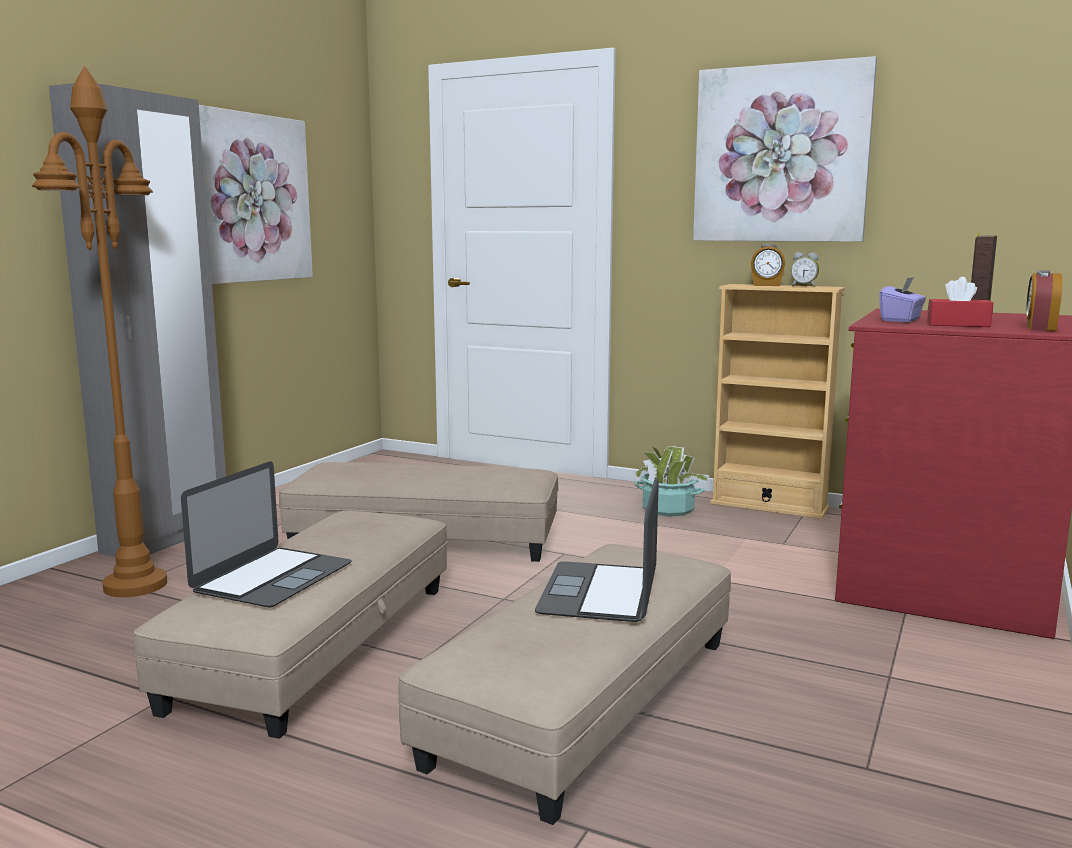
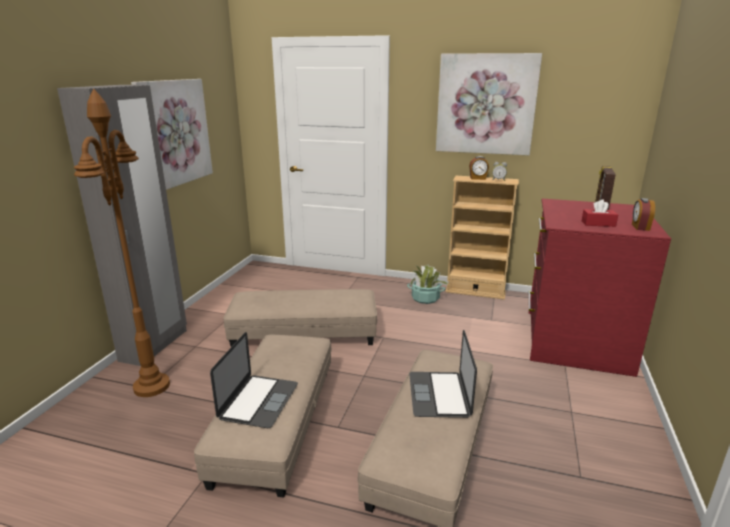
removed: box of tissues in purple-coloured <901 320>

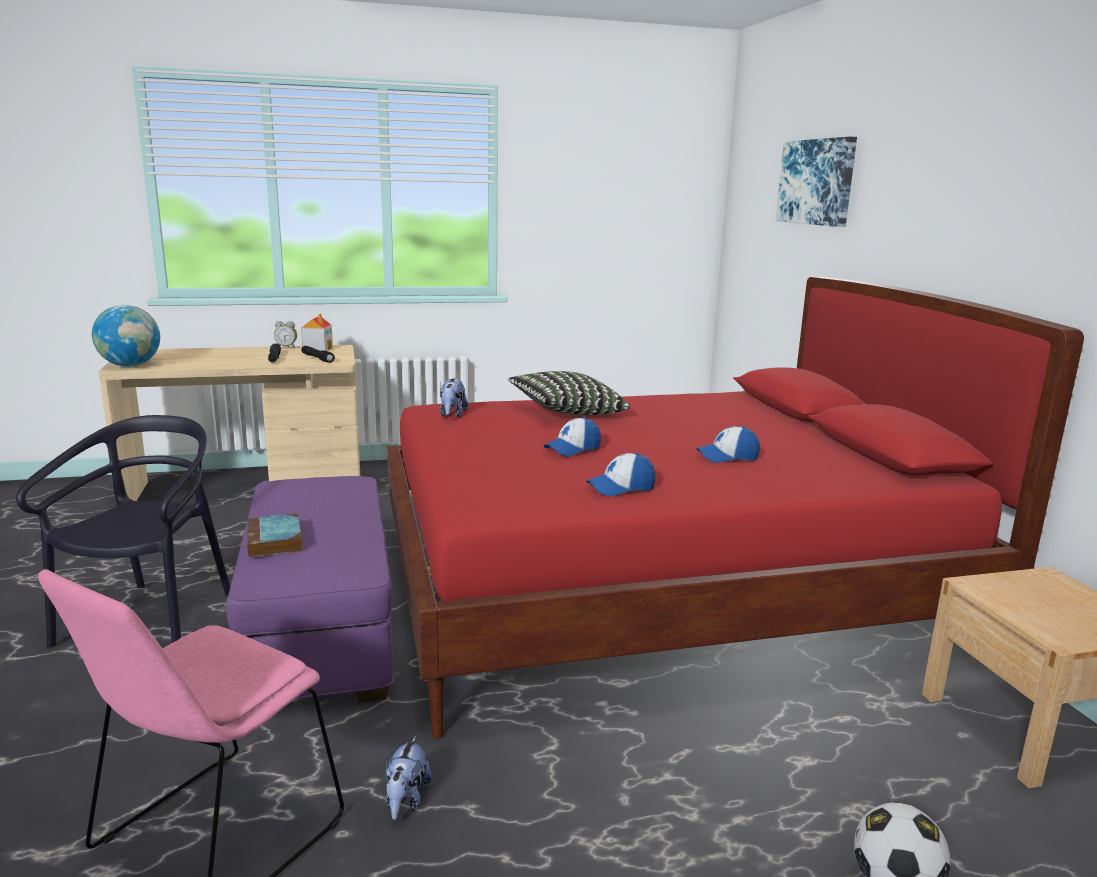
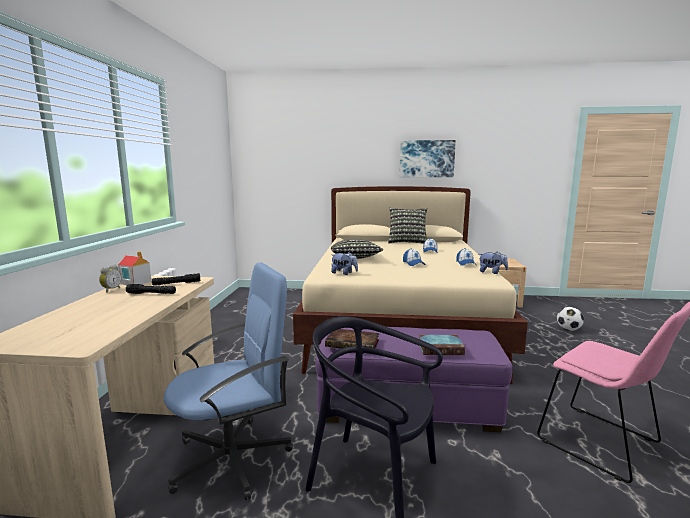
removed: world globe <130 366>
added: computer chair in blue-coloured <233 458>; volume <354 343>; cushion <407 242>
moved: wall art <817 182> to <426 159>; plush toy <406 800> to <492 272>
recoloured: bedroom bed in red <661 595> to bedroom bed in beige <400 324>

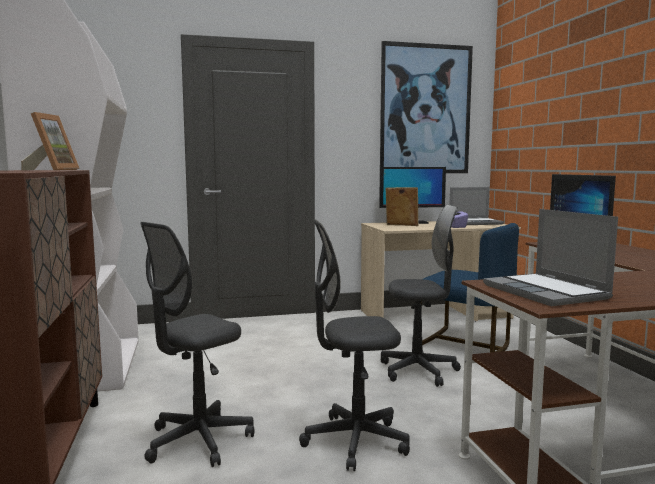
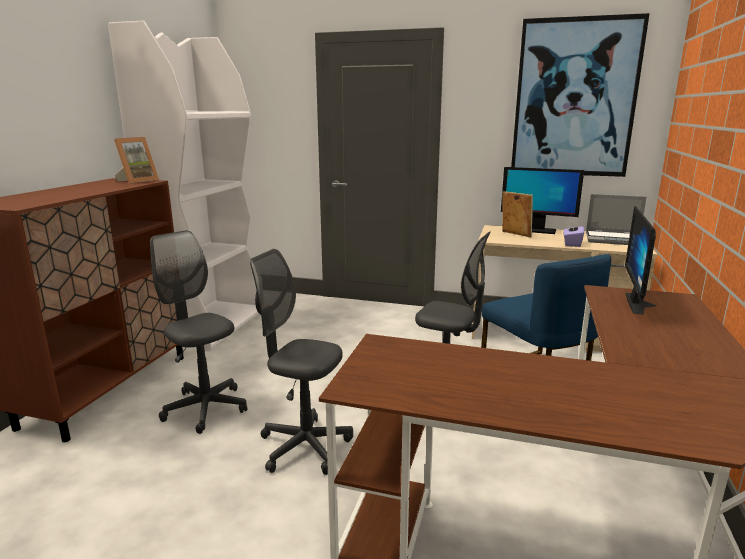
removed: laptop <547 292>
turned: computer chair in gray <198 441> = <205 408> 60 degrees clockwise

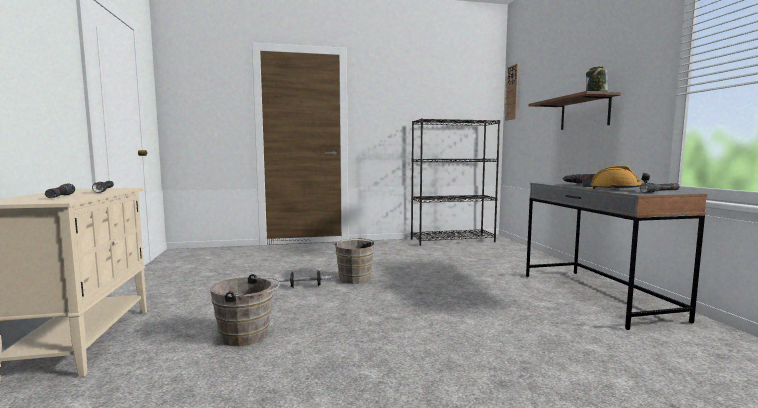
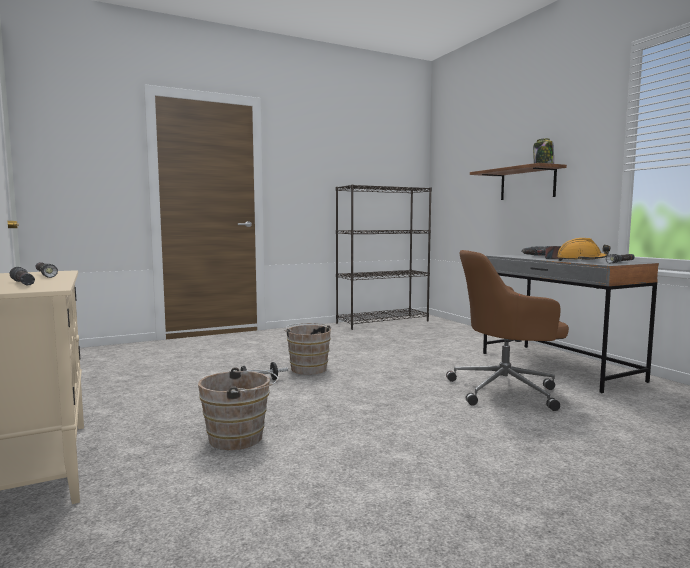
removed: hanging clock <512 92>
added: computer chair in brown <506 390>

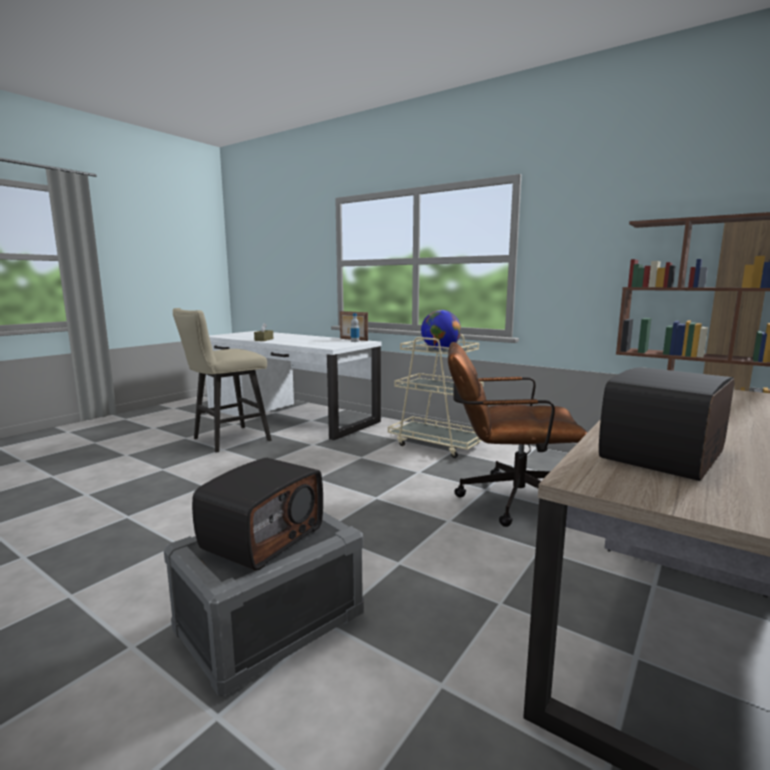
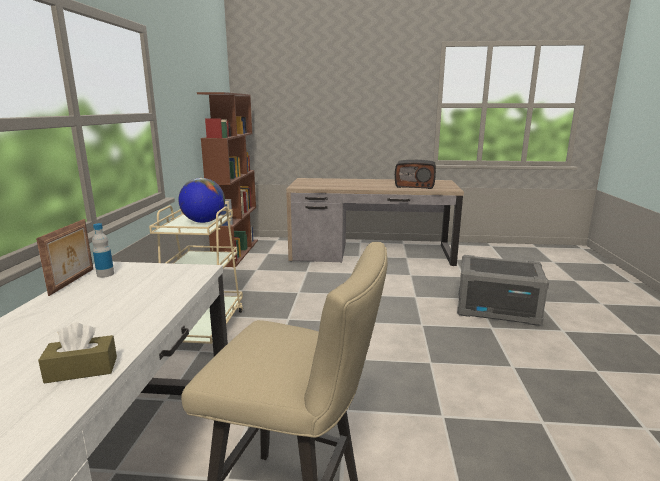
removed: radio receiver <262 537>; computer chair in brown <505 499>

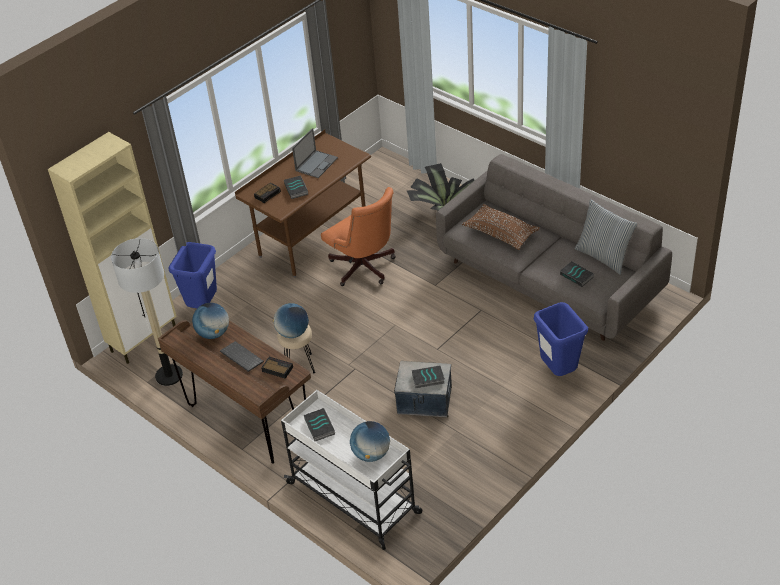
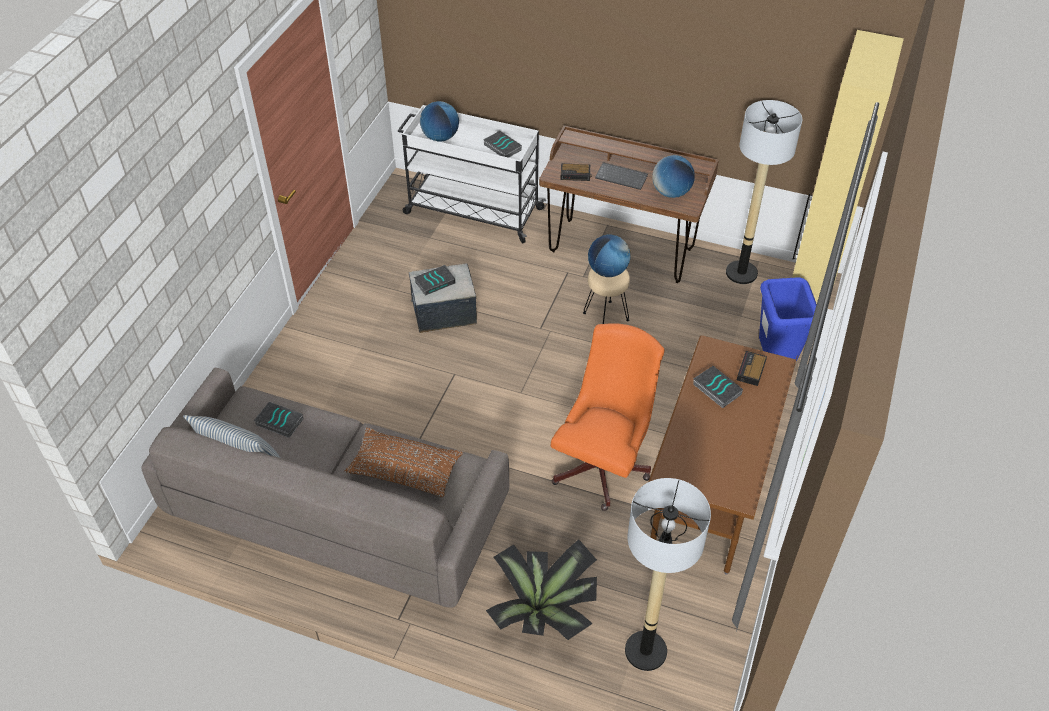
removed: laptop <316 164>; trash can in blue-coloured <558 371>
added: standing lamp <646 651>
turned: computer chair in orangey <364 269> = <604 464> 90 degrees clockwise

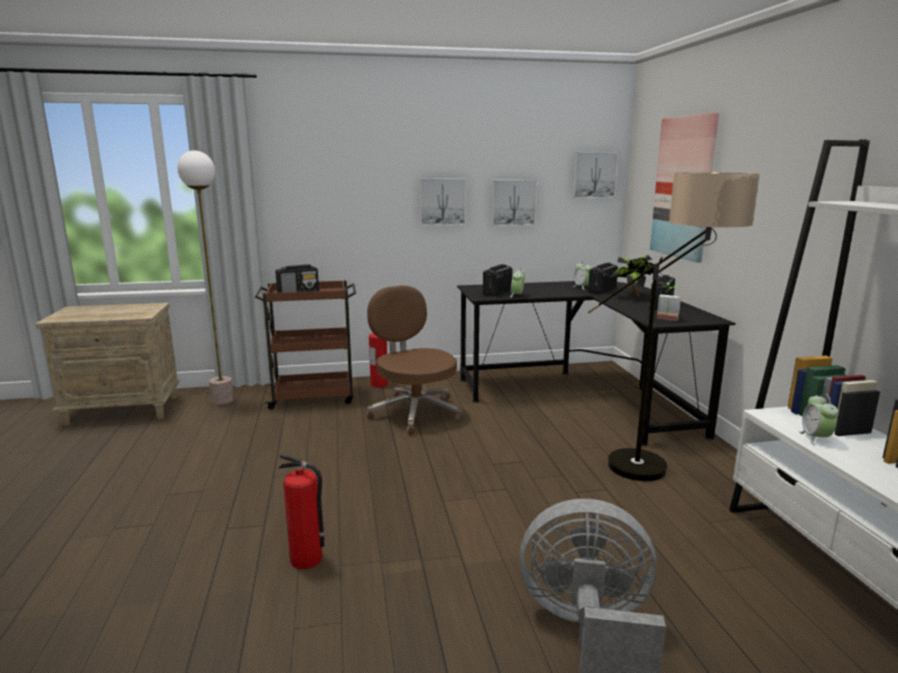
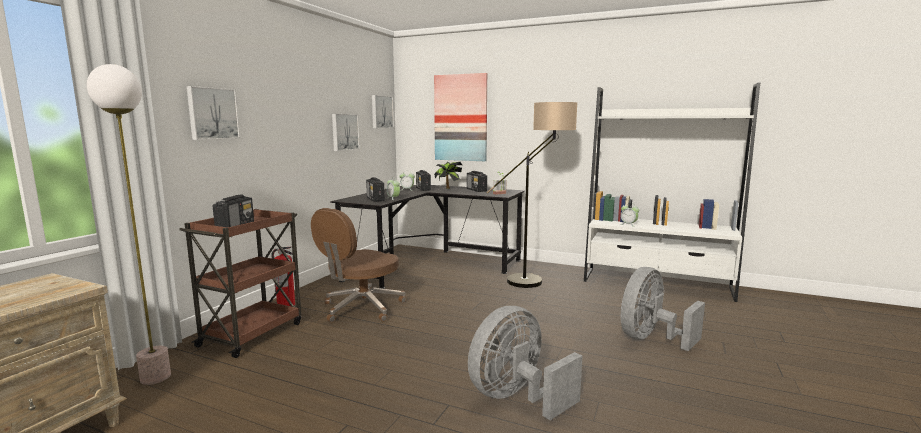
moved: wall art <442 201> to <212 113>
replaced: fire extinguisher <307 559> to fan in gray <516 397>
turned: computer chair in brown <414 412> = <361 308> 60 degrees counterclockwise

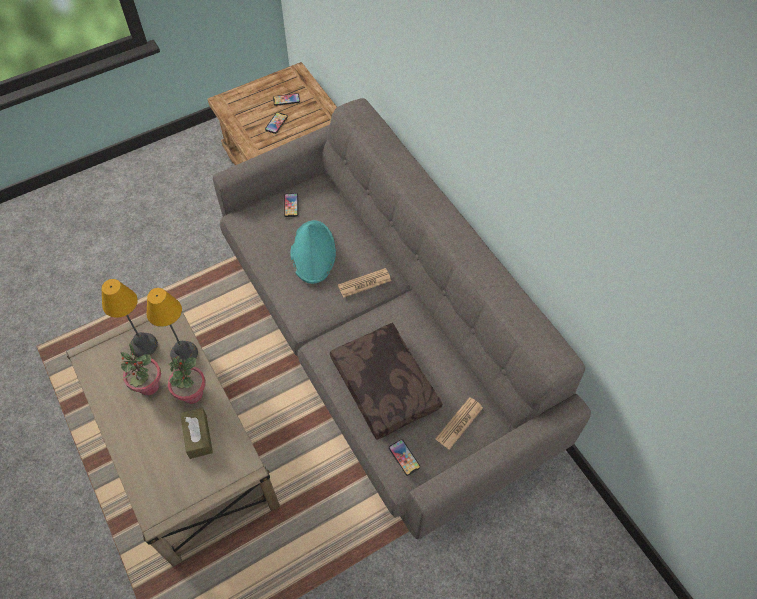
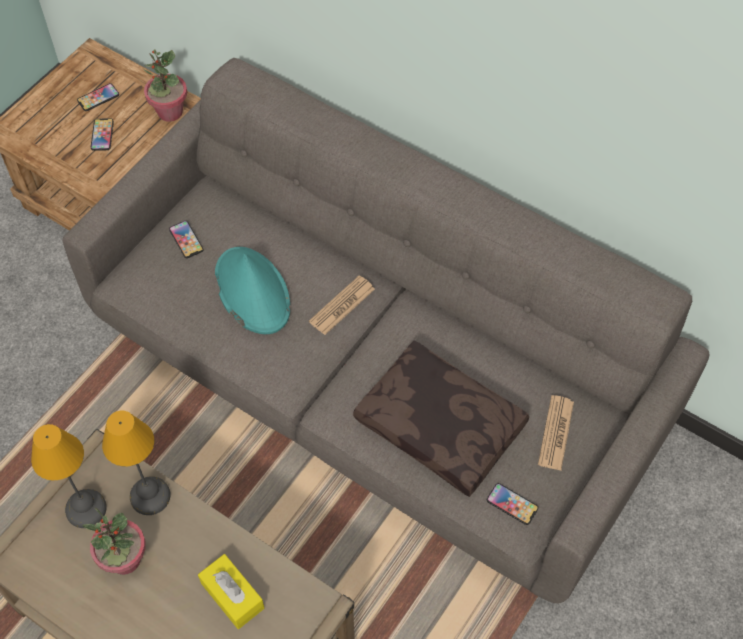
moved: plant in a pot <192 394> to <169 112>
recoloured: box of tissues in brown <198 436> to box of tissues in yellow-coloured <232 595>

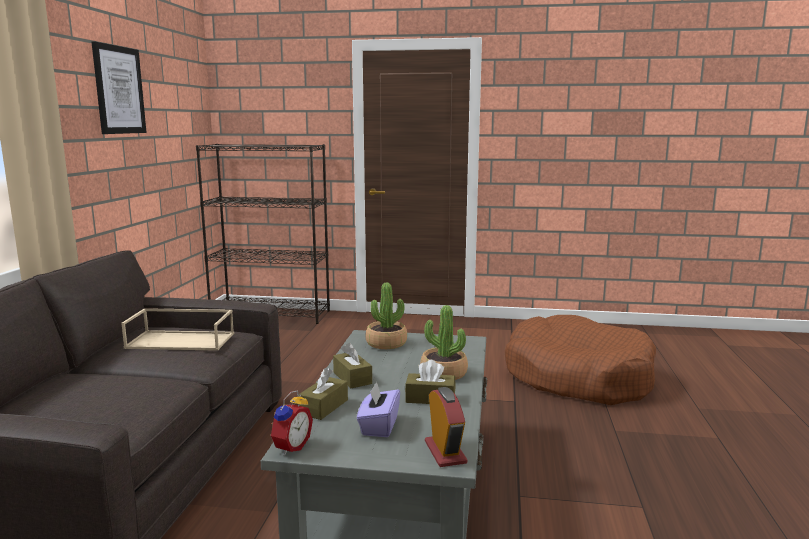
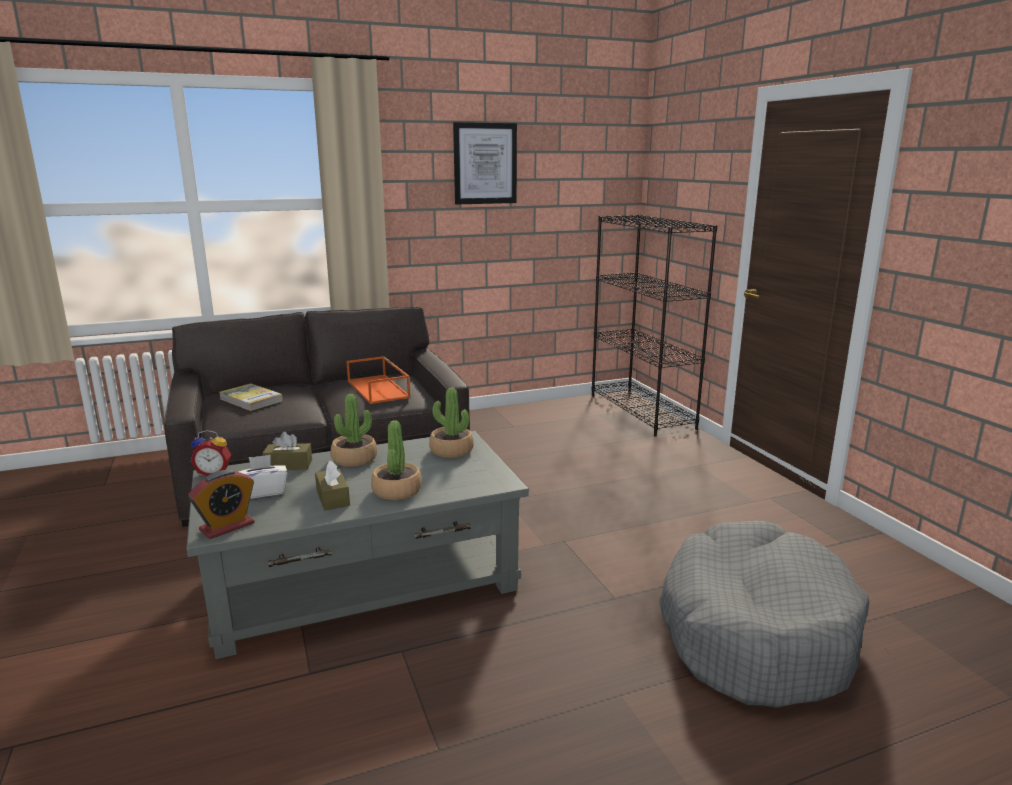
added: volume <251 400>
replaced: box of tissues in brown <352 378> to plant in a pot <354 459>
recoloured: box of tissues in purple-coloured <379 426> to box of tissues in whitish <263 492>; serving tray in beige <182 340> to serving tray in orangey <379 389>; dog bed in brown <577 377> to dog bed in gray <754 632>

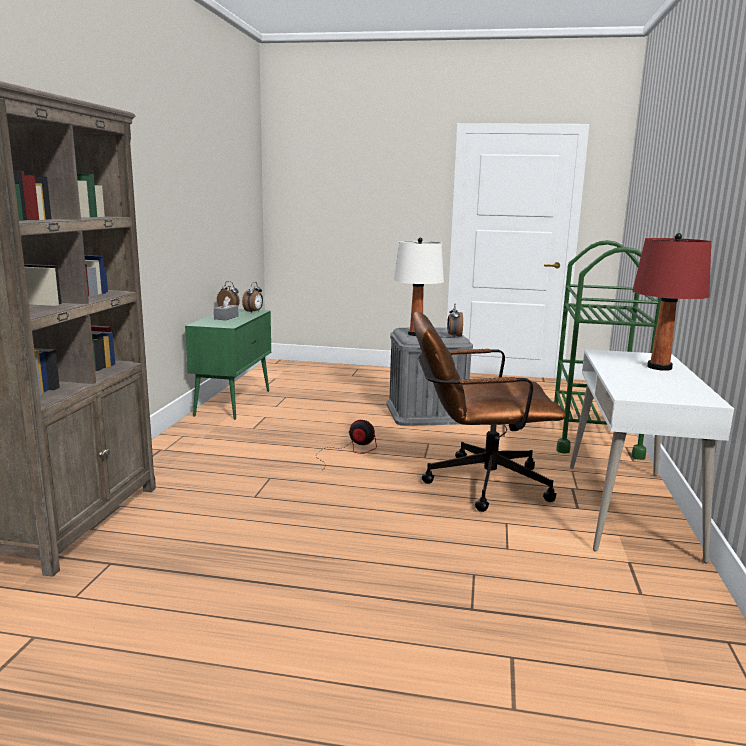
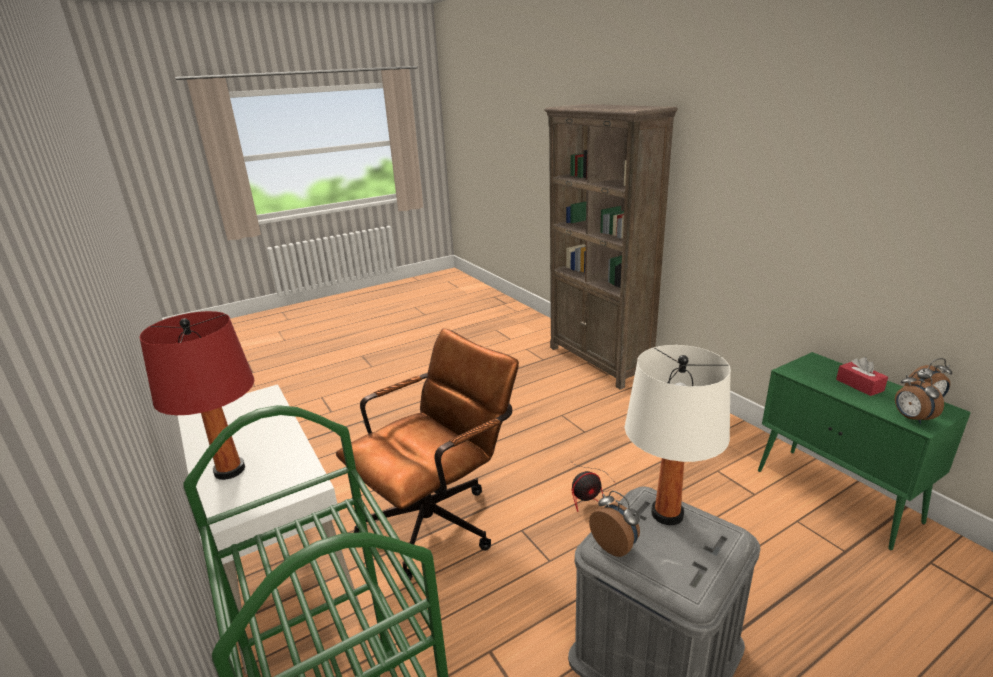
recoloured: box of tissues in gray <226 317> to box of tissues in red <859 385>

